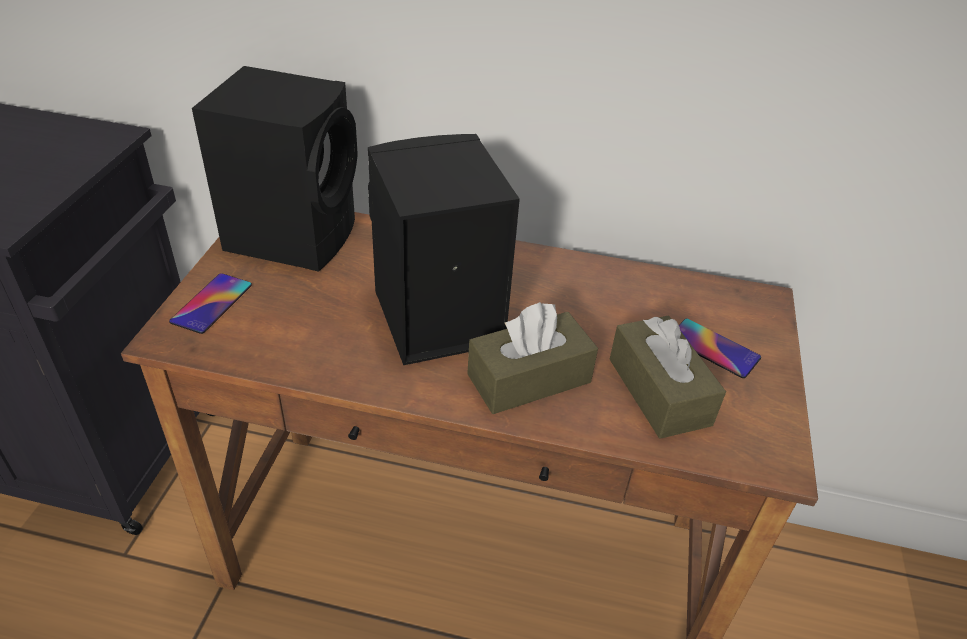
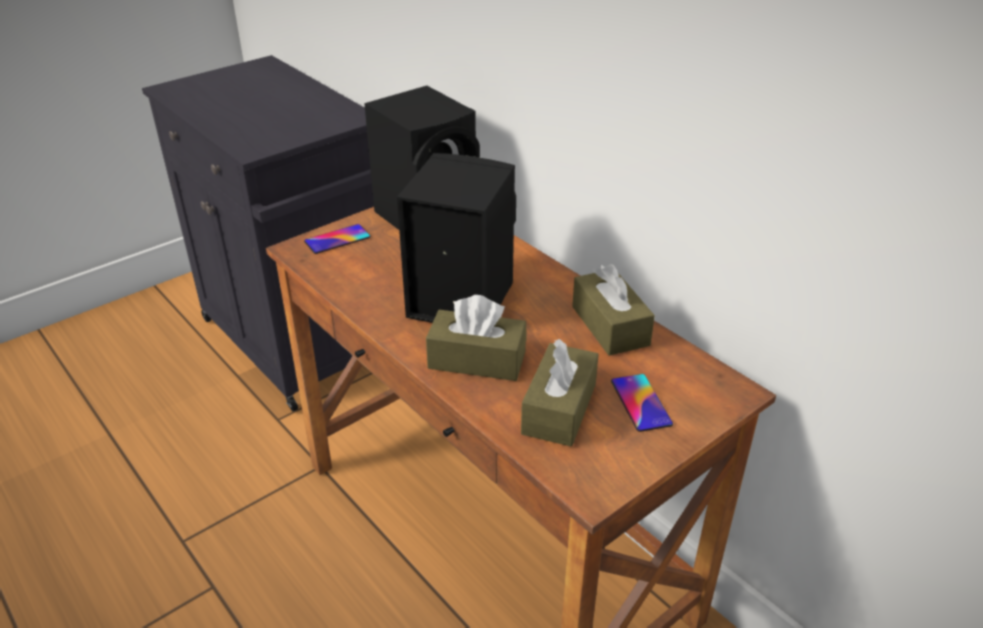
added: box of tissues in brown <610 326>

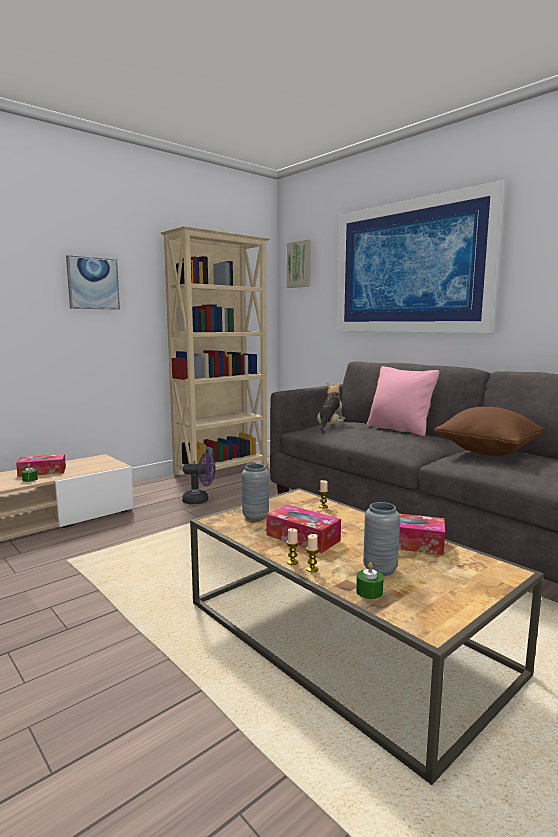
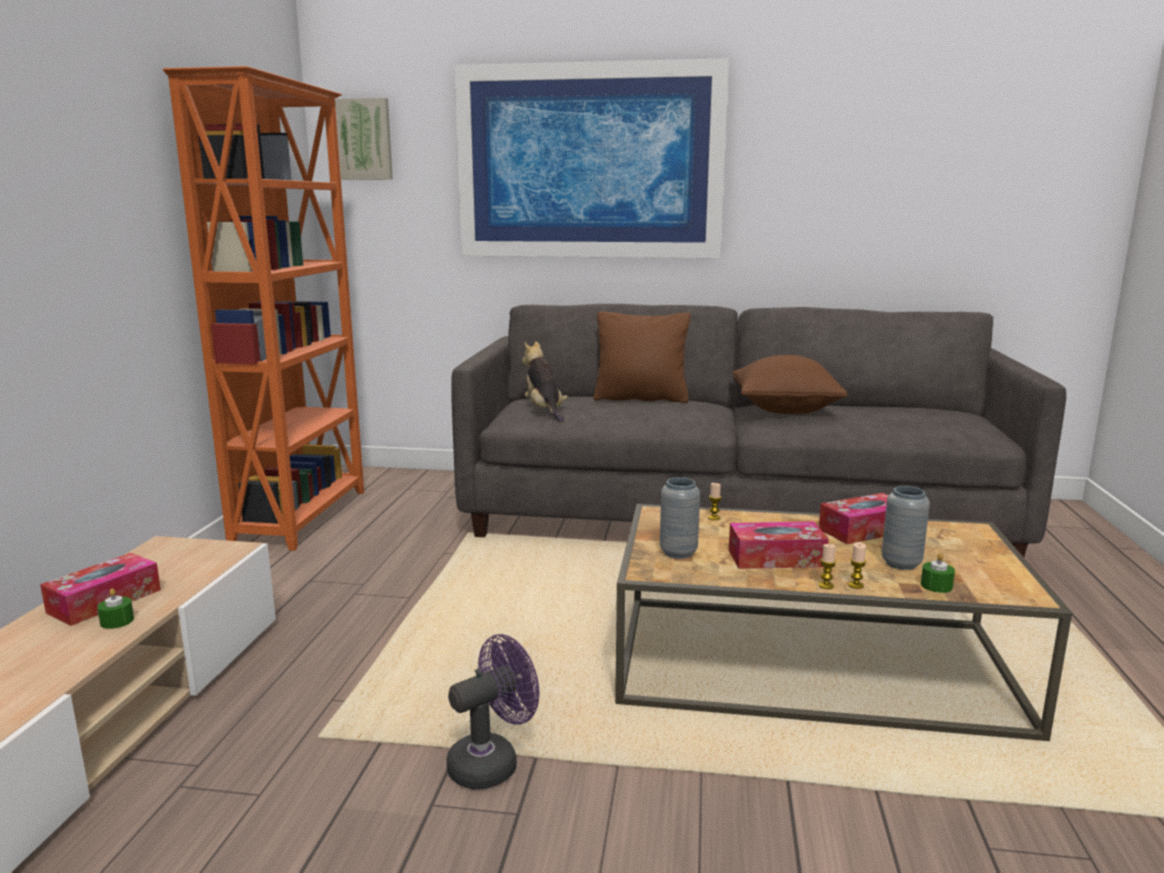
removed: wall art <93 283>
moved: fan in purple-coloured <200 500> to <492 762>
recoloured: bookcase in beige <223 470> to bookcase in orangey <303 516>; cushion in pink-coloured <399 430> to cushion in brown <641 399>

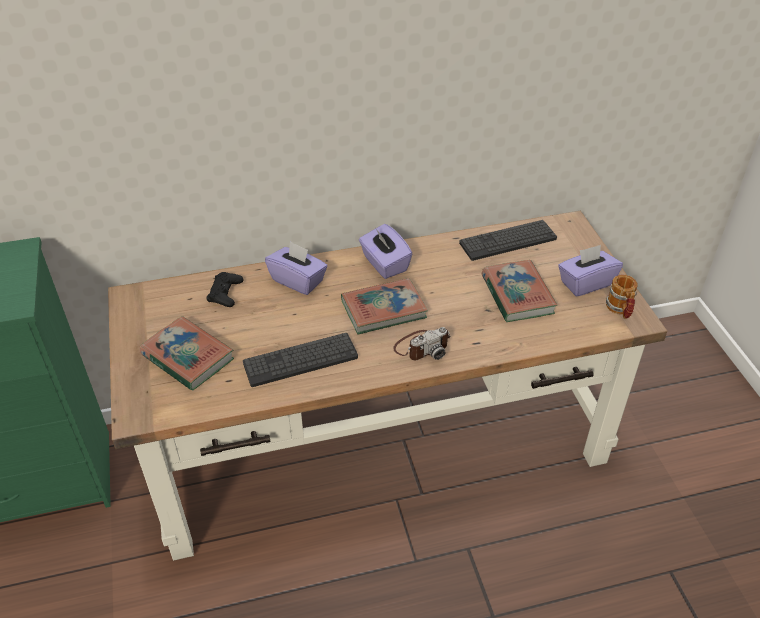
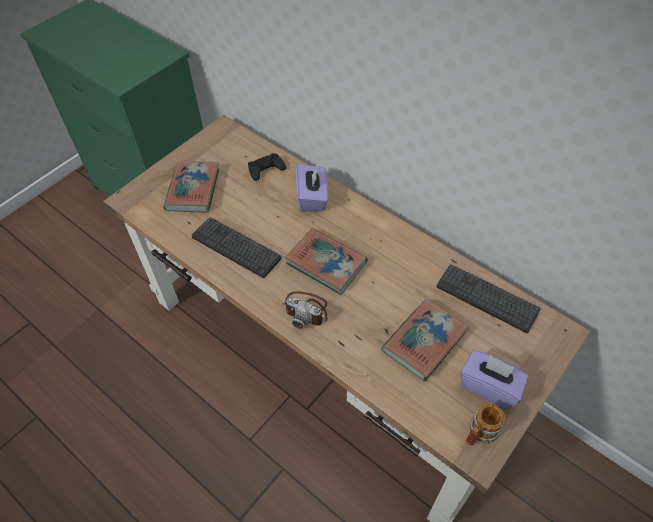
removed: box of tissues in purple-coloured <384 264>

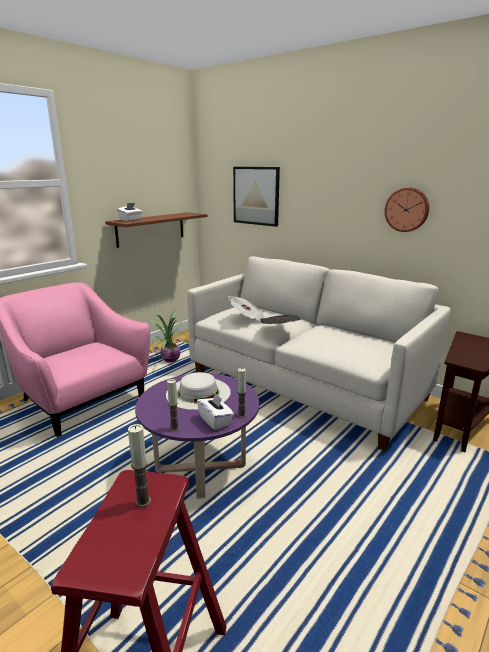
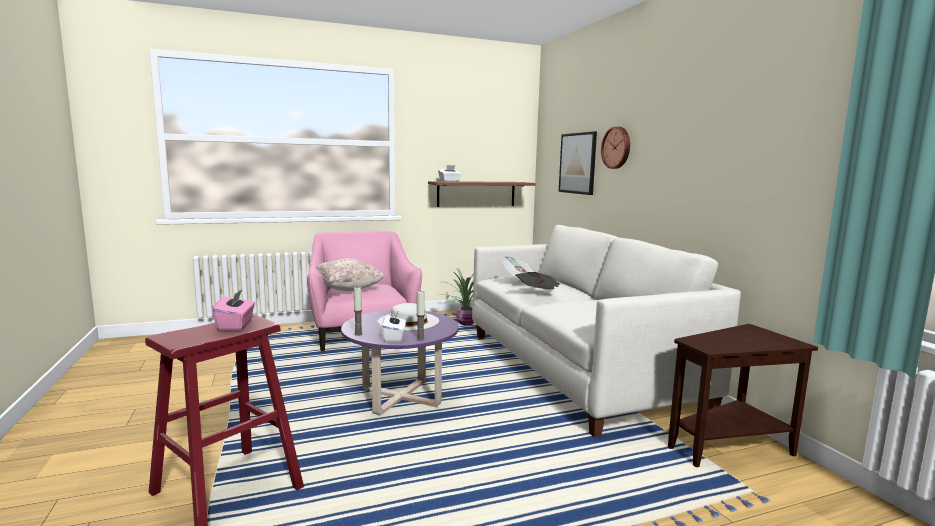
added: cushion in beige <347 289>
moved: hanging clock <407 209> to <617 147>
replaced: candle <143 501> to box of tissues in pink-coloured <236 325>

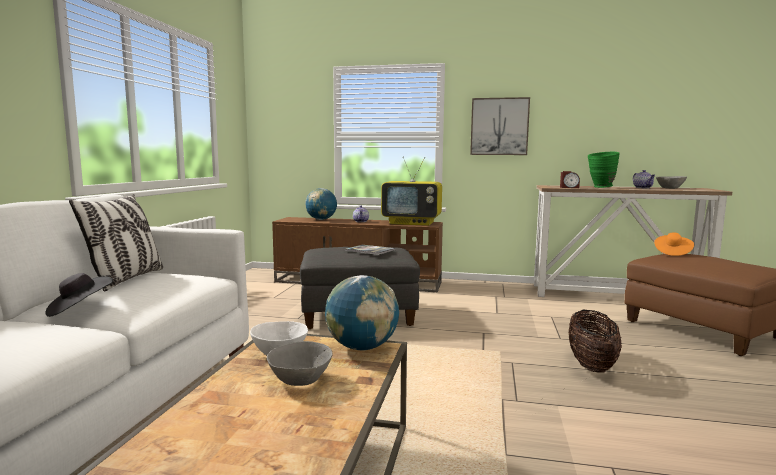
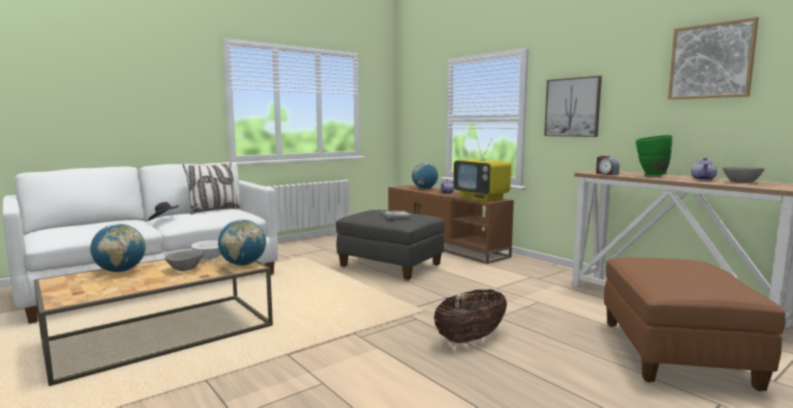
removed: hat in orangey <672 253>
added: world globe <120 271>; wall art <711 61>

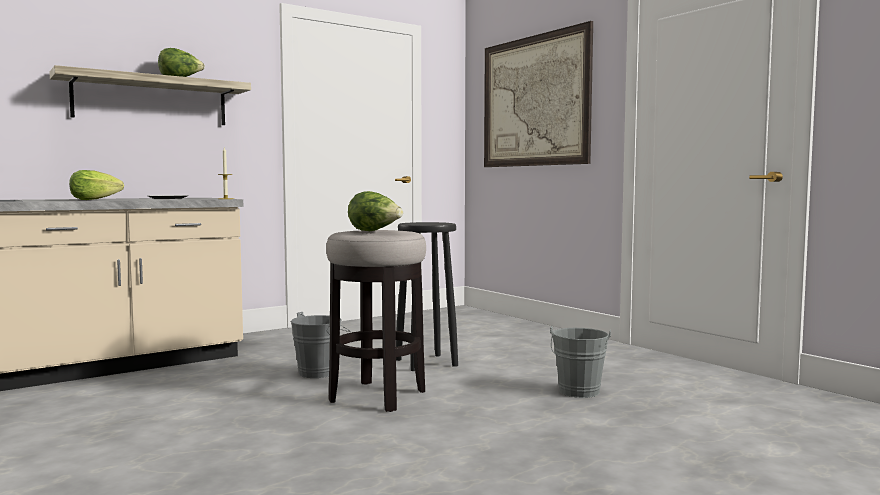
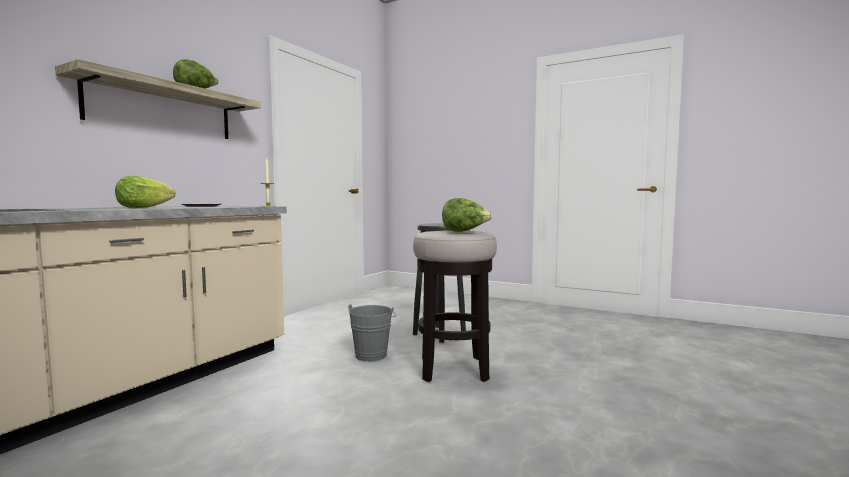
removed: wall art <534 101>; pail in gray <578 393>

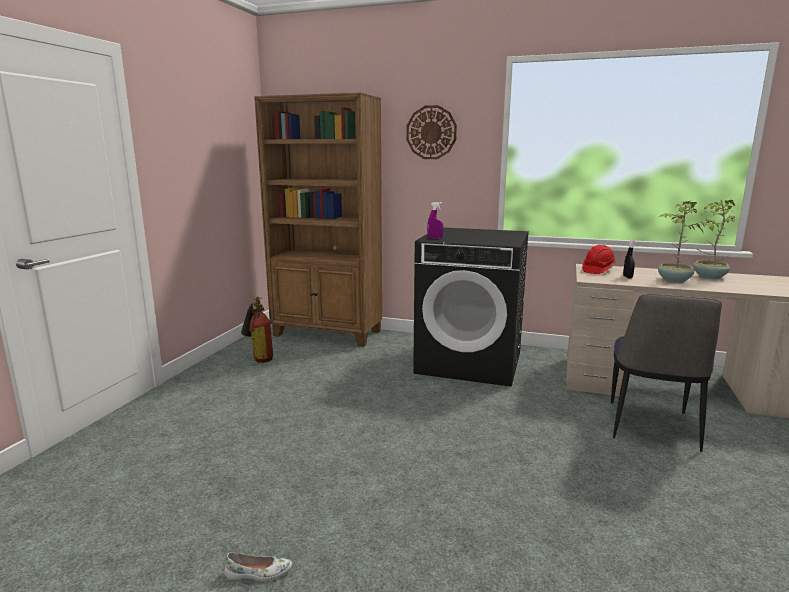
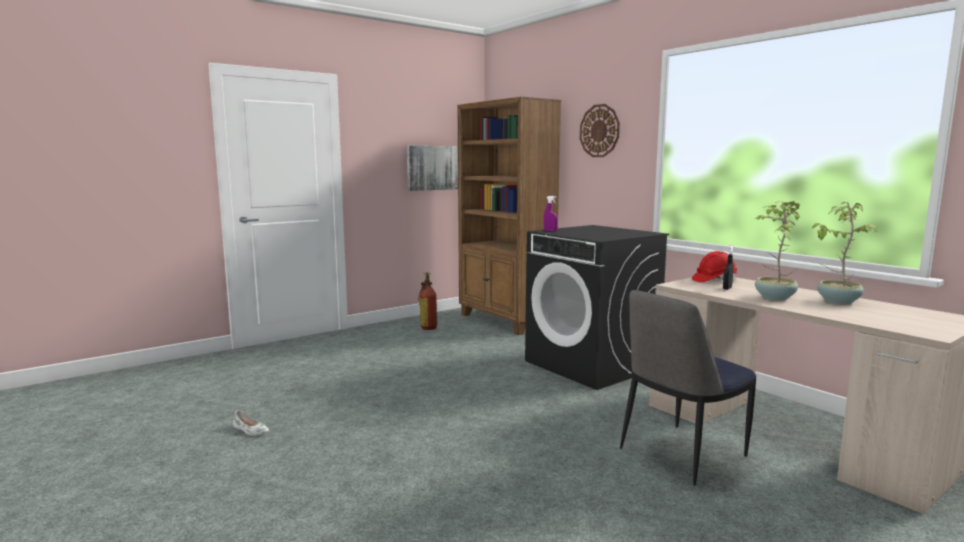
added: wall art <436 168>

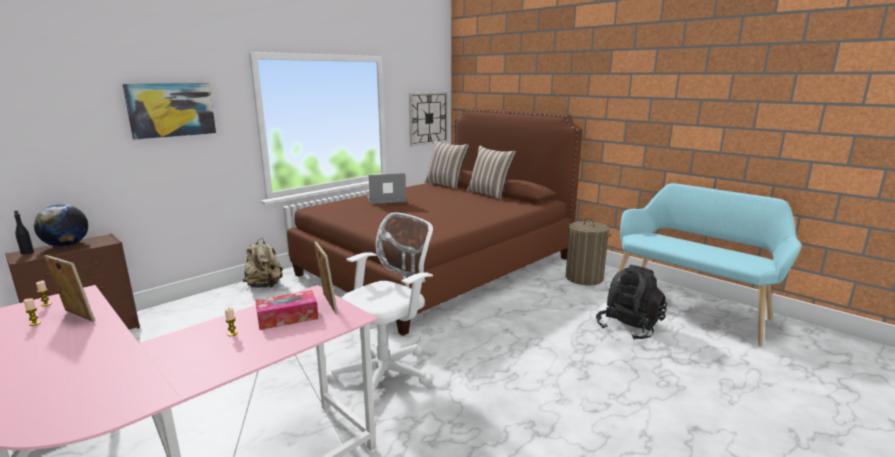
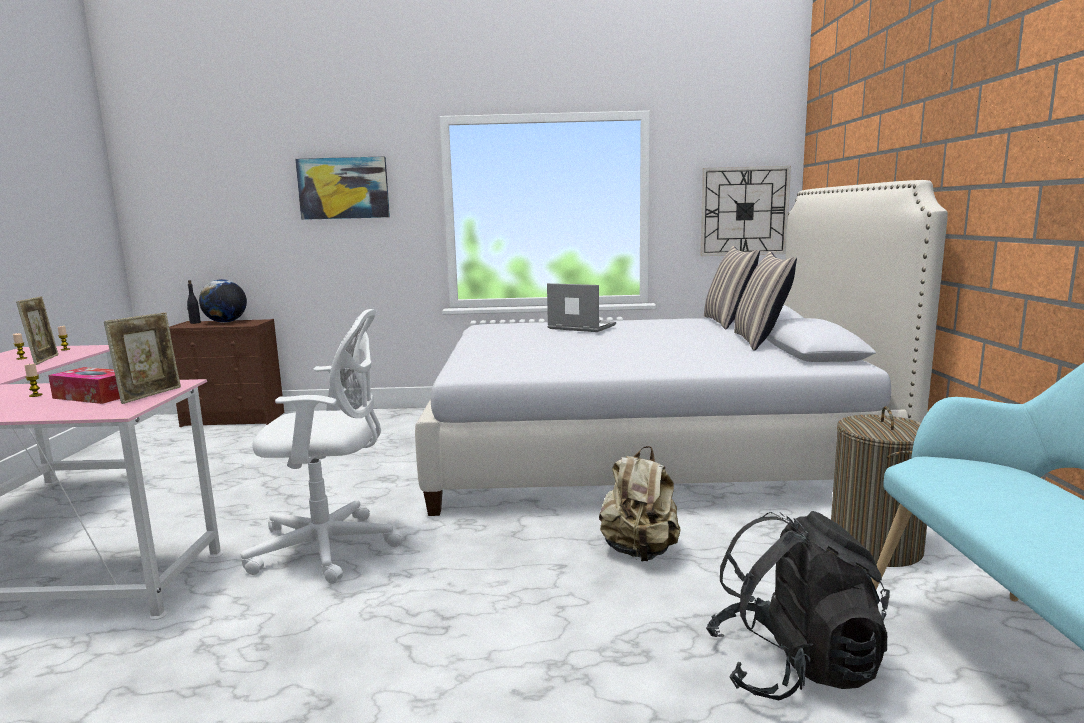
moved: backpack in beige <265 286> to <640 551>
recoloured: bedroom bed in brown <438 266> to bedroom bed in whitish <644 450>

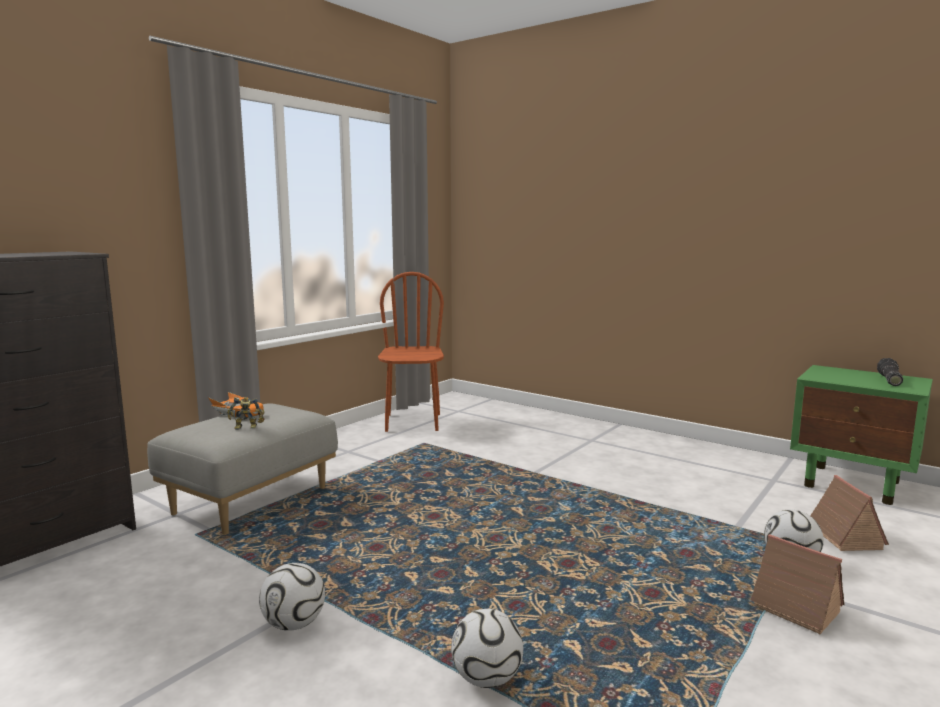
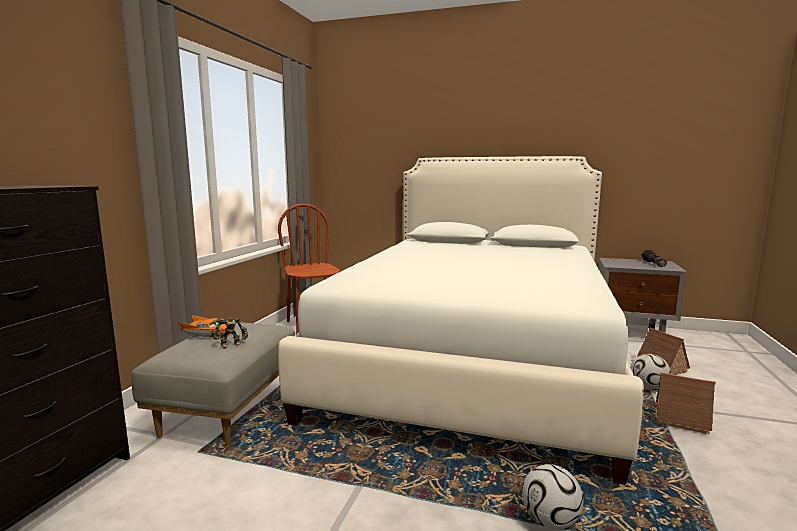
removed: football <293 624>
added: bedroom bed in whitish <474 360>
recoloured: nightstand in greenish <853 484> to nightstand in gray <633 332>

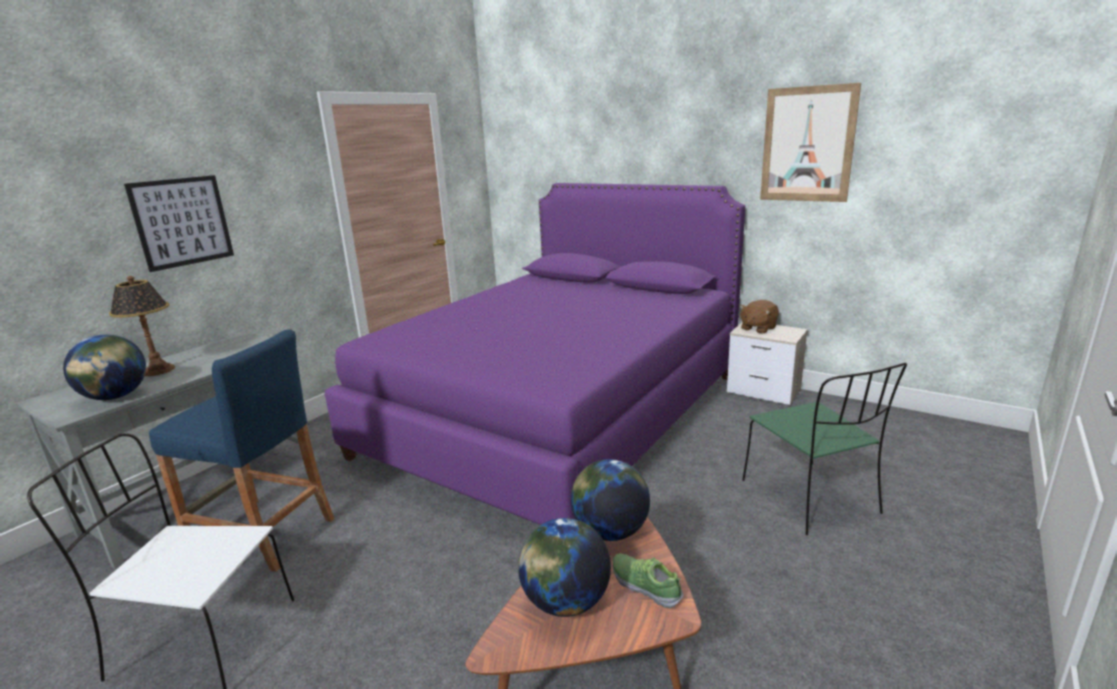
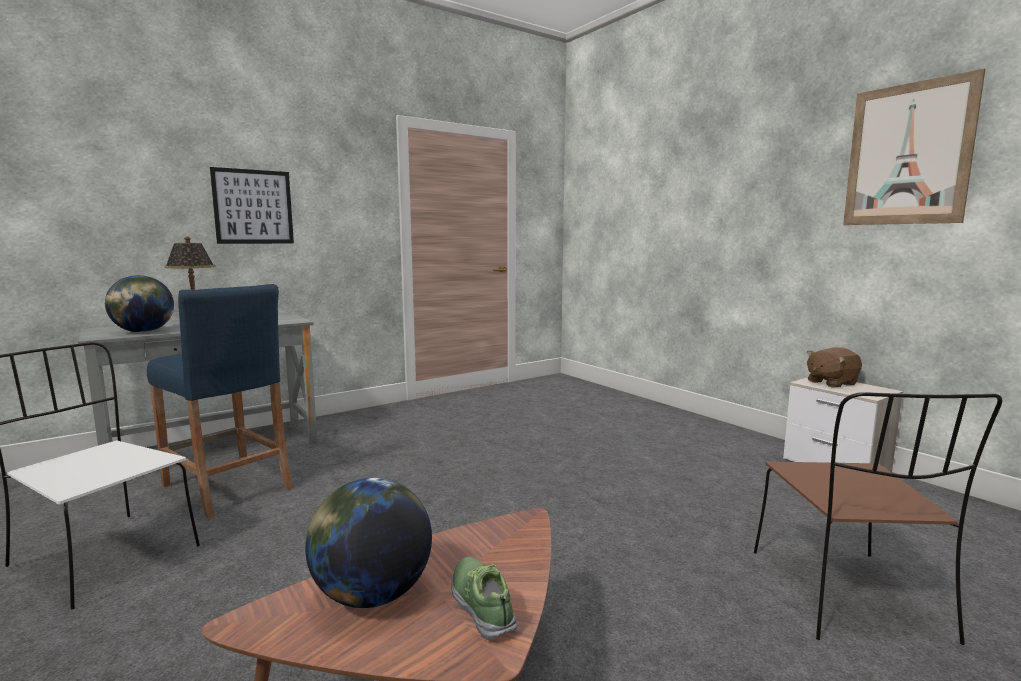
removed: bedroom bed in purple-coloured <557 414>; world globe <610 531>
recoloured: plain chair in greenish <811 498> to plain chair in brown <848 597>

